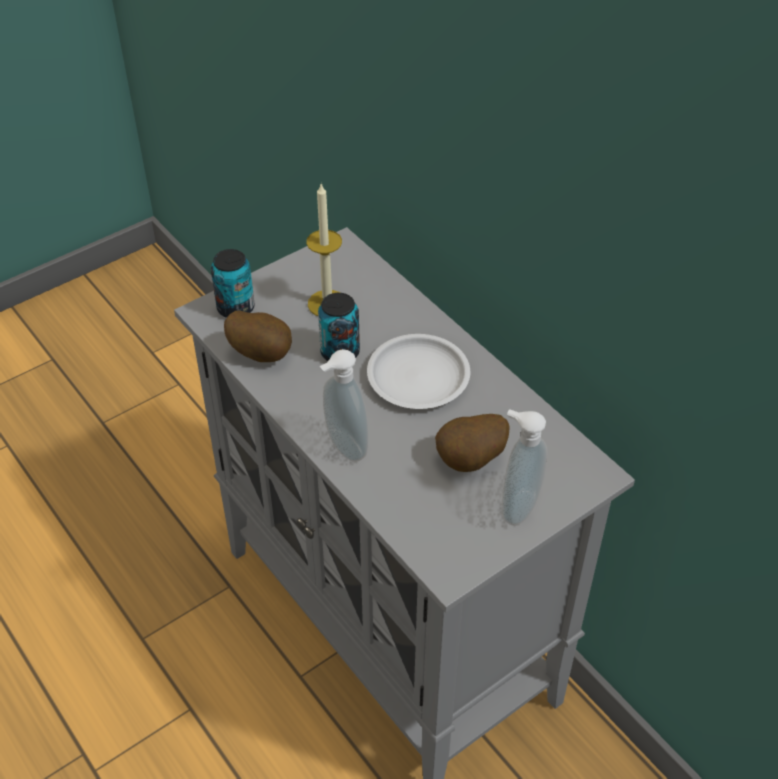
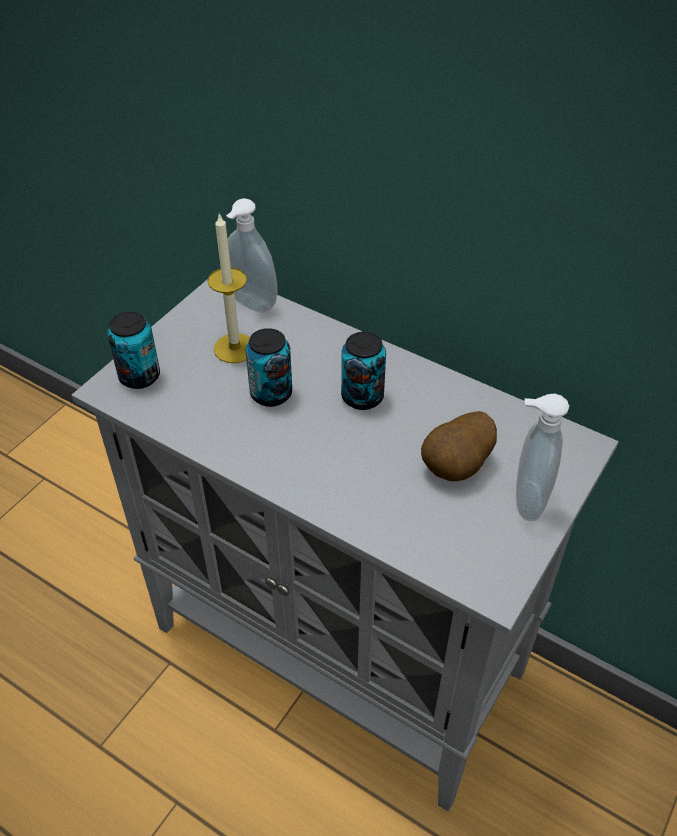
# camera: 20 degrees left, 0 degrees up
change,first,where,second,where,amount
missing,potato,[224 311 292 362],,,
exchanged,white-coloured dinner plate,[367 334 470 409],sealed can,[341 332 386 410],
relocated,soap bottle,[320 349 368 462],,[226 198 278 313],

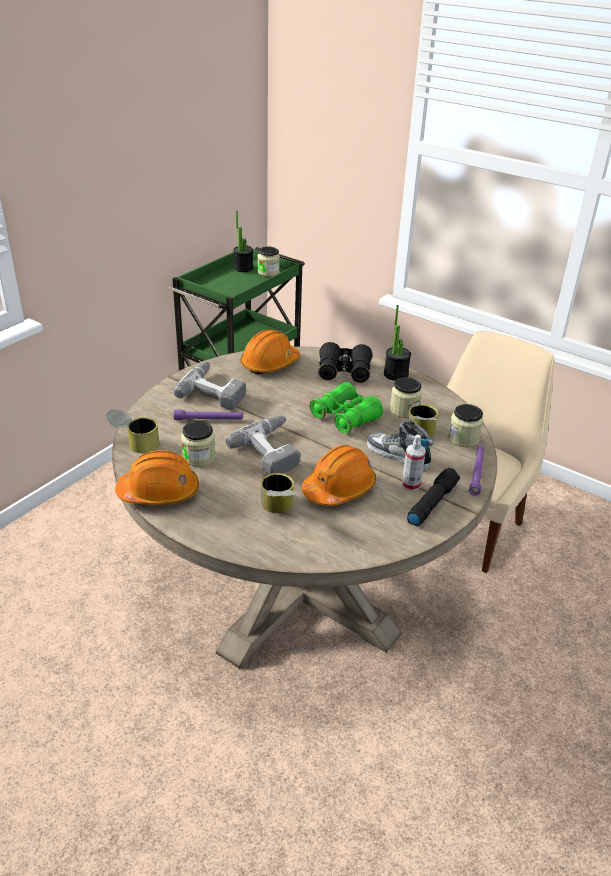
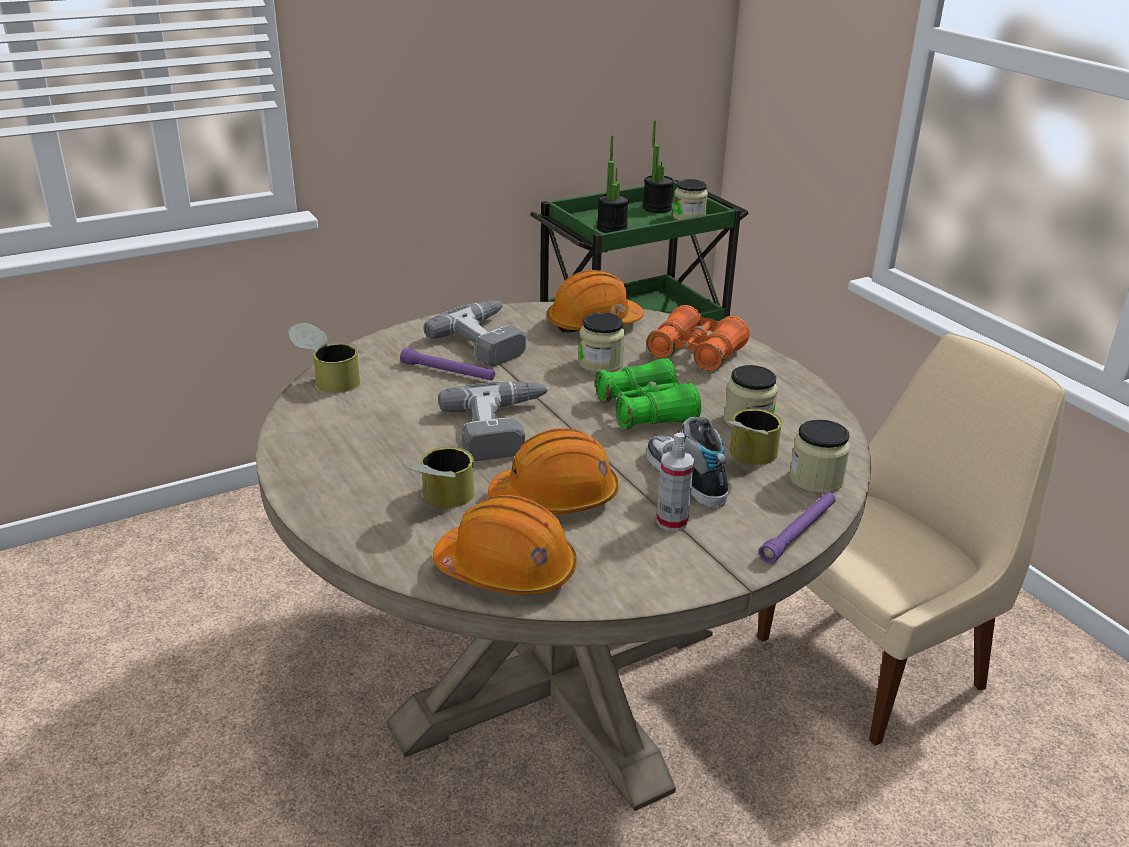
# camera: 25 degrees right, 5 degrees down
change,first,where,second,where,amount
relocated,plant in a pot,[384 305 411 381],,[597 135 629 233],
colour,black binoculars,[318 342 373 383],orange binoculars,[646 305 750 371],
relocated,jar,[181 421 216 467],,[579 312 625 373],
relocated,orange hard hat,[115 450 199 505],,[433 495 577 595],
missing,black flashlight,[407 468 460 526],,,

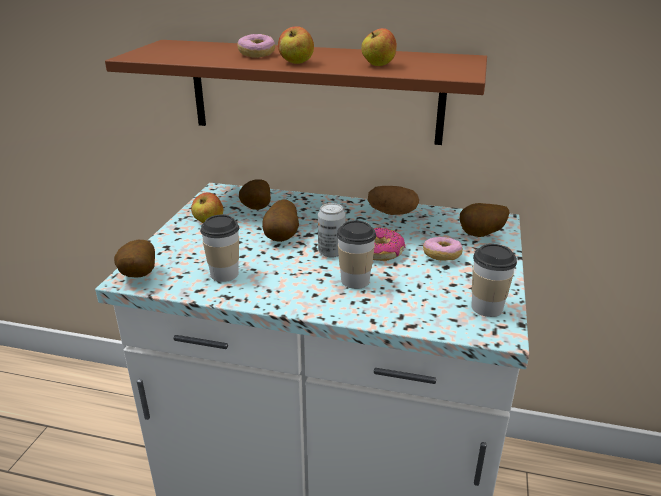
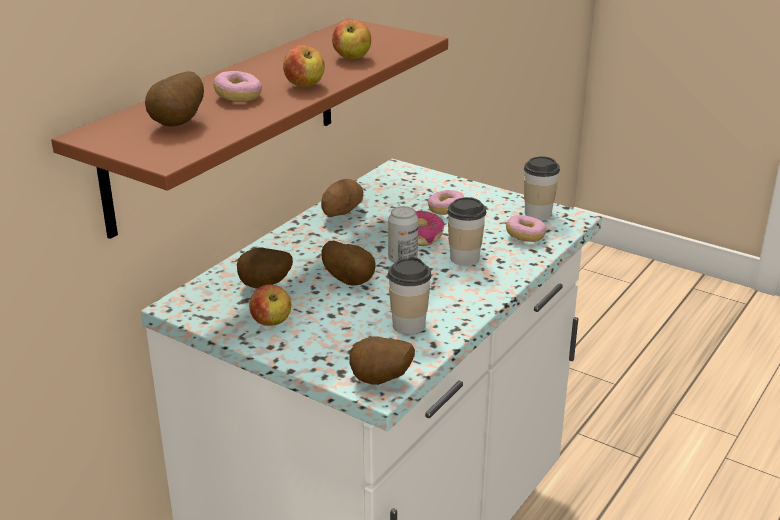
# camera: 70 degrees left, 0 degrees up
change,first,where,second,where,amount
relocated,potato,[460 203 510 237],,[145 71 204 126],
appeared,,,ring doughnut,[506 215 546 242],

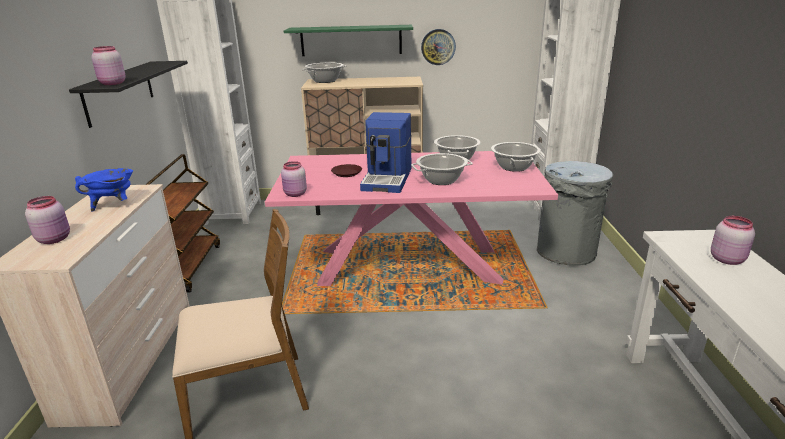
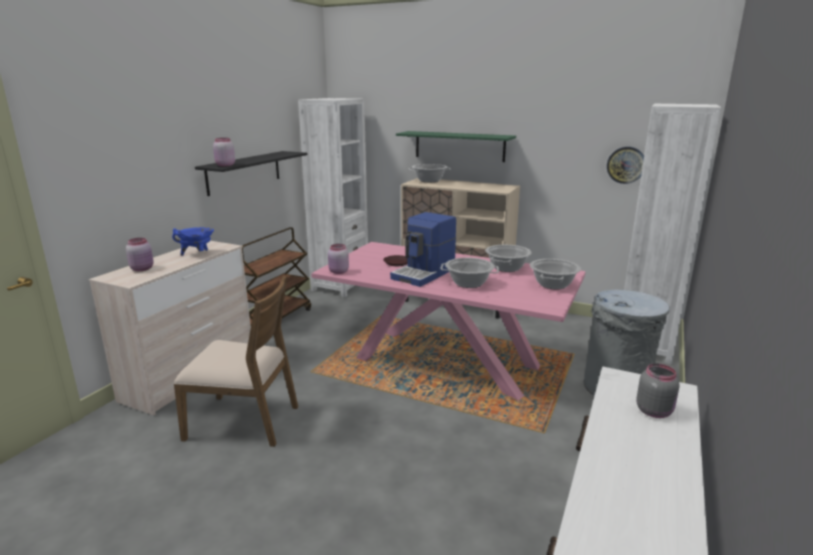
# camera: 25 degrees right, 5 degrees down
change,first,where,second,where,amount
relocated,clock on the wall,[421 29 456 65],,[607 147 644 184],
colour,pink jar,[711 216 755 265],gray jar,[636 363 679 418],

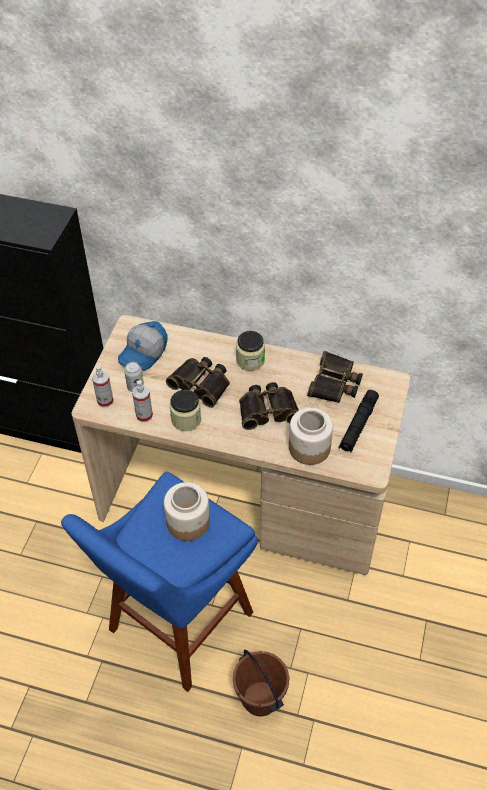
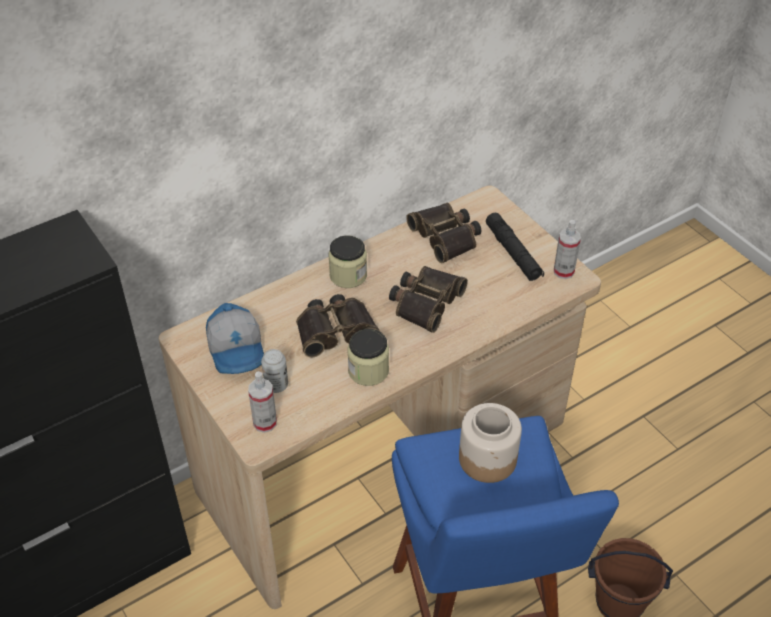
# camera: 50 degrees left, 5 degrees down
change,first,where,second,where,amount
relocated,spray bottle,[132 380 153 422],,[554 220 581 279],
missing,jar,[289 408 333 465],,,

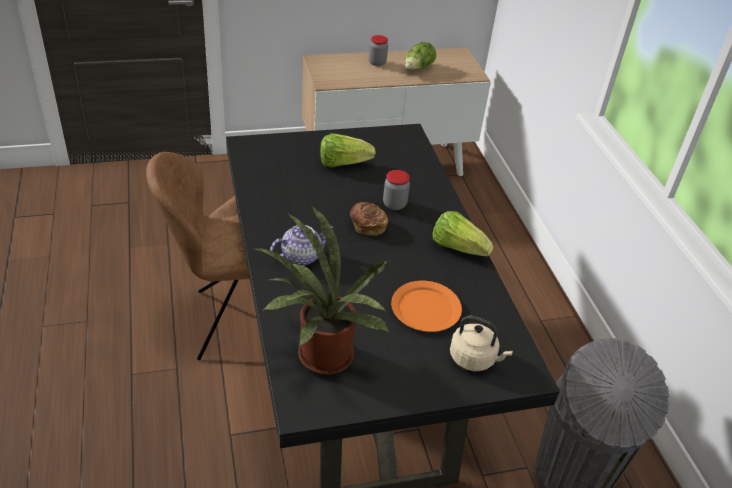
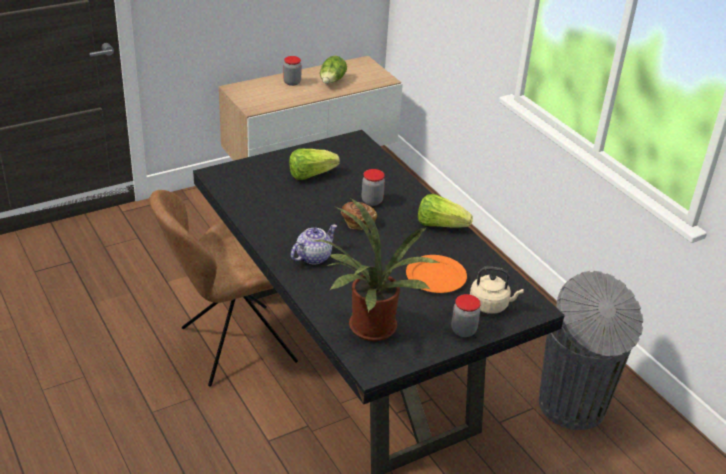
# camera: 15 degrees left, 5 degrees down
change,first,where,second,where,amount
appeared,,,jar,[451 294 481 337],

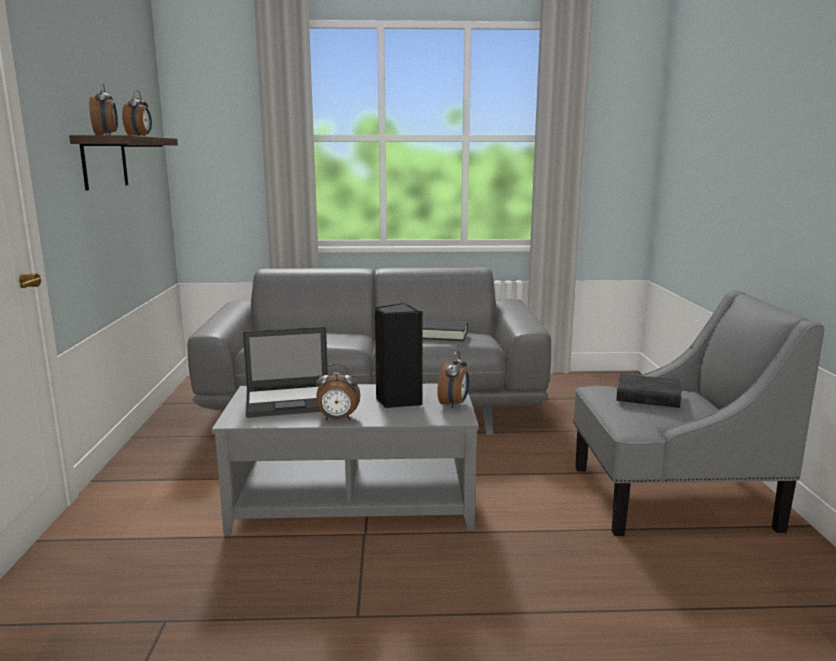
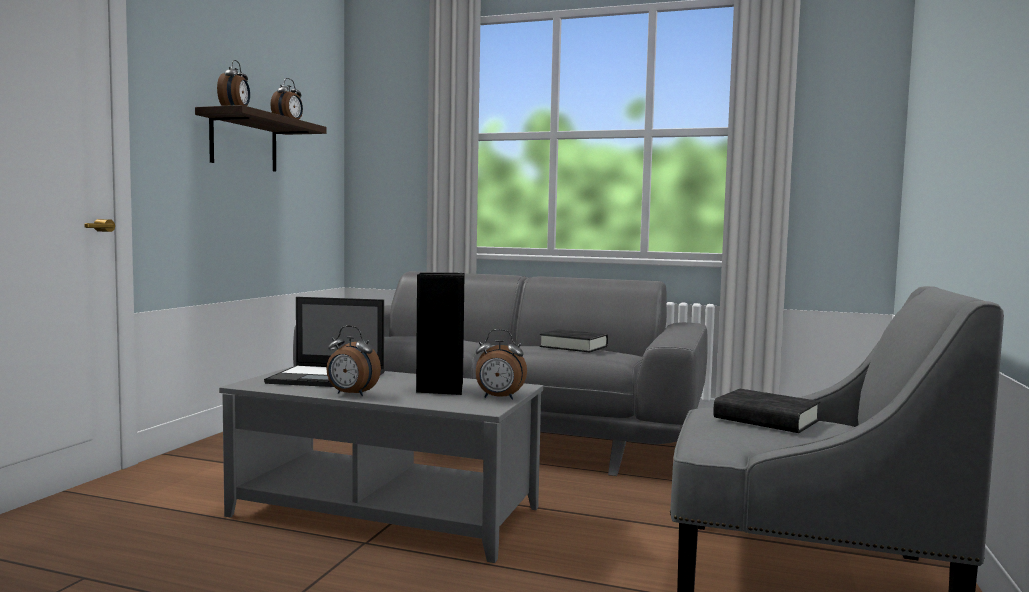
# camera: 20 degrees right, 10 degrees down
change,first,where,second,where,amount
spun,table clock,[437 351 469 409],,[476 329 527 399],60 degrees clockwise

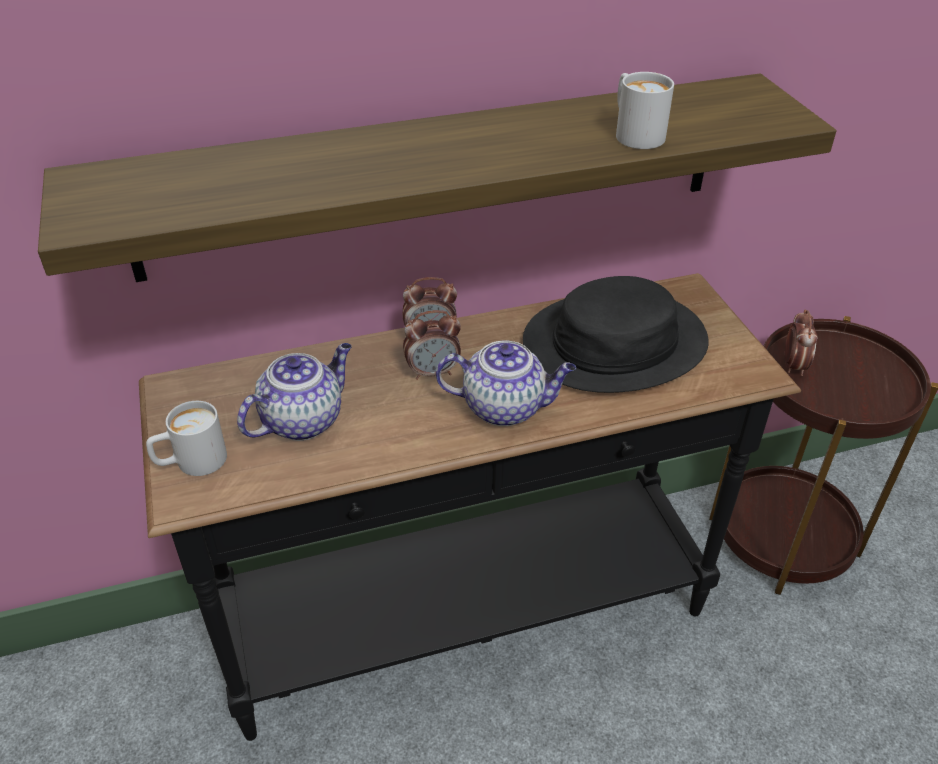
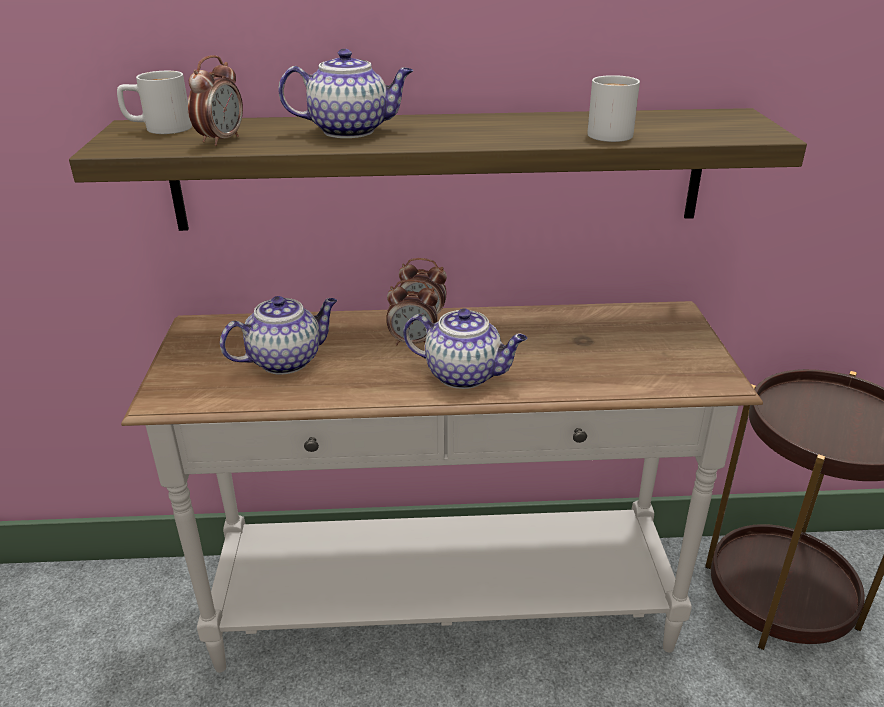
# camera: 15 degrees right, 10 degrees down
change,first,where,second,where,amount
colour,black narrow table,[139 273 801 741],white-coloured narrow table,[121 301 763 673],
missing,black clothing hat,[523 276 709 393],,,
relocated,table clock,[785 310 818 376],,[188 55 243 146],
relocated,white-coloured tea mug,[146 401 227 476],,[117 71 192 134],
appeared,,,pot for tea,[279 49 413 138],

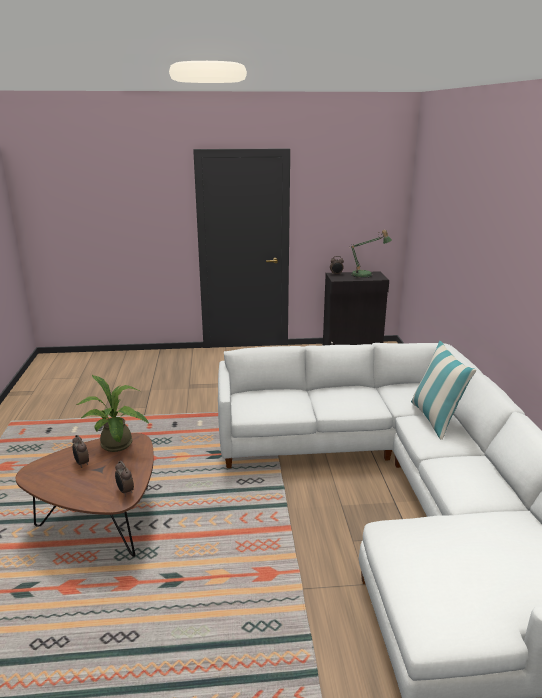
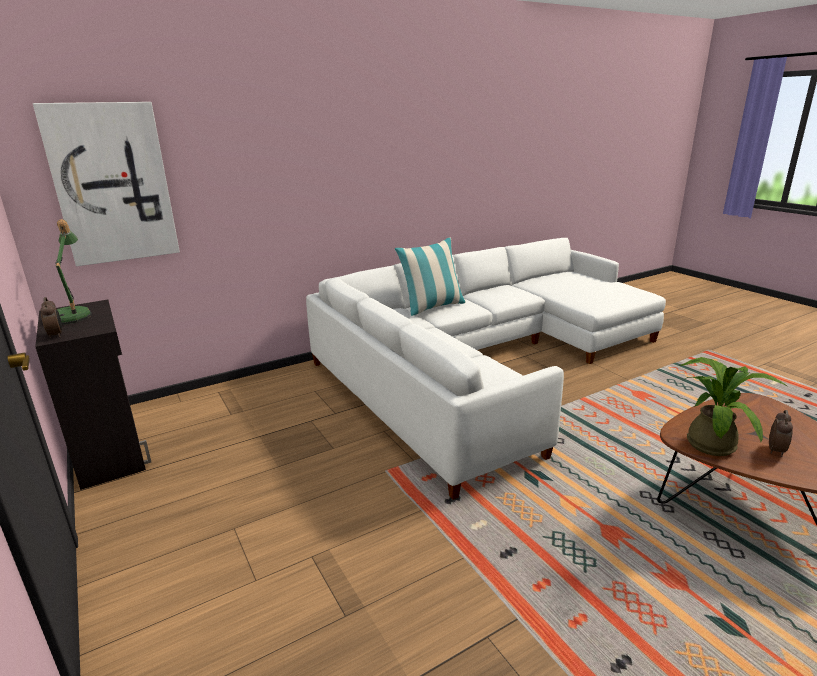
# camera: 115 degrees left, 0 degrees up
change,first,where,second,where,amount
missing,table clock,[115 461 134 497],,,
appeared,,,wall art,[33 102 180 266],

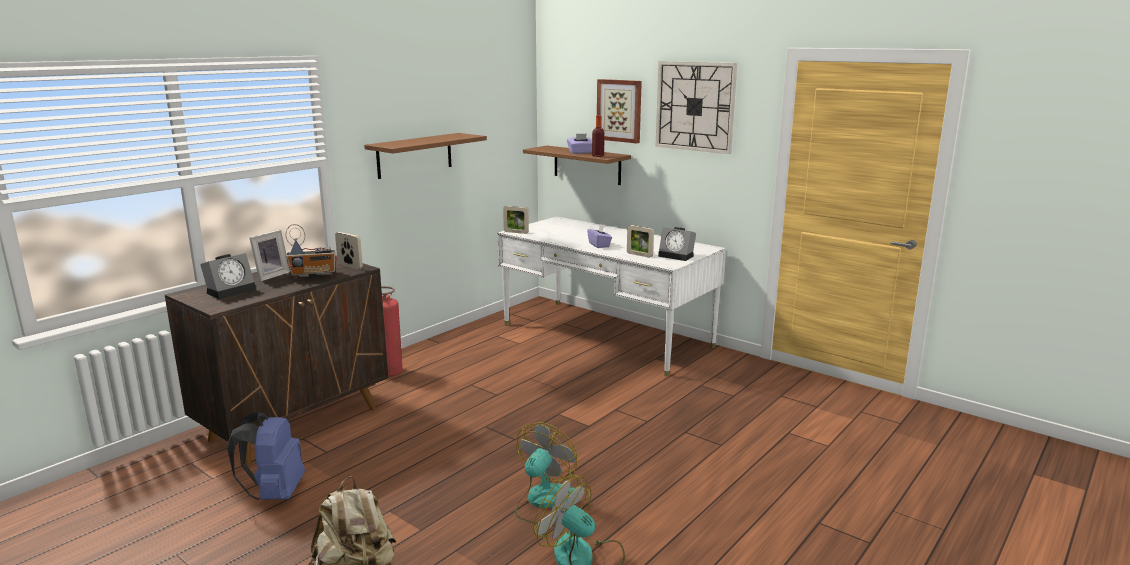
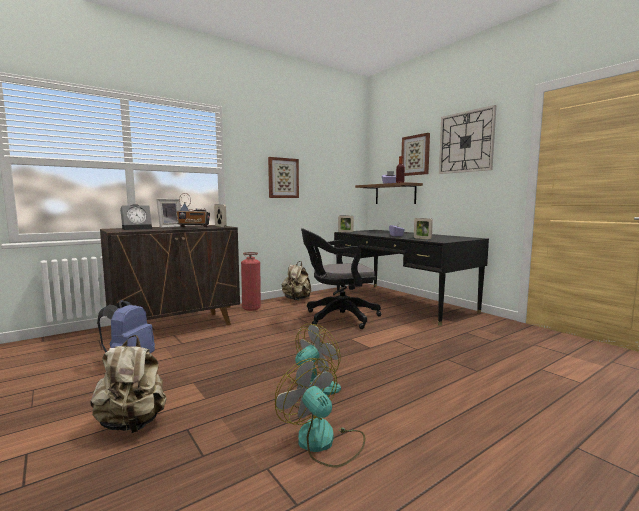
# camera: 15 degrees right, 10 degrees down
change,first,where,second,where,amount
exchanged,brown bracket shelf,[364 133 487 179],wall art,[268 157 299 198],
colour,white-coloured desk unit,[497 216 726 377],black desk unit,[334 230 489 326],
missing,table clock,[658 227 696 261],,,
appeared,,,black computer chair,[301 228 382 329],
appeared,,,beige knapsack,[282 261 311 300],

